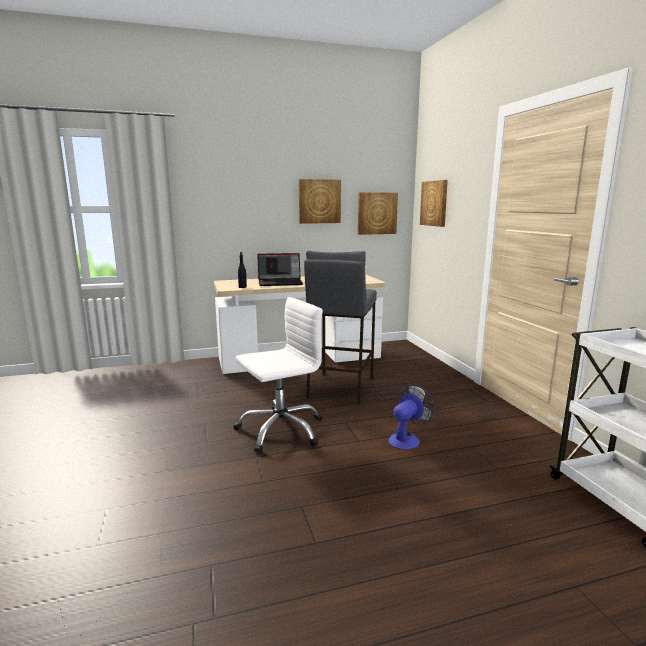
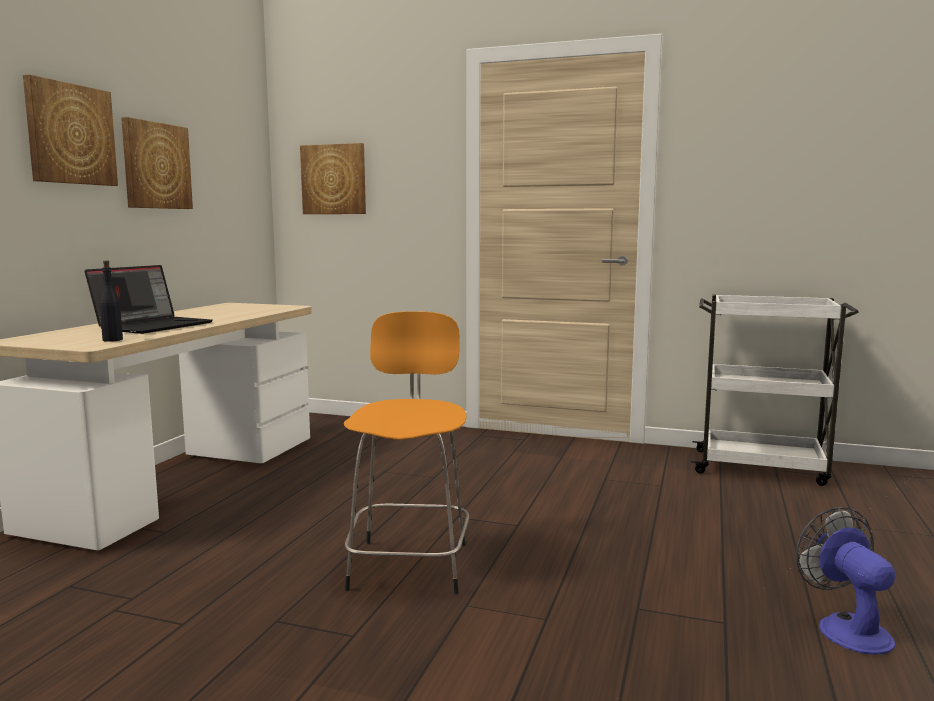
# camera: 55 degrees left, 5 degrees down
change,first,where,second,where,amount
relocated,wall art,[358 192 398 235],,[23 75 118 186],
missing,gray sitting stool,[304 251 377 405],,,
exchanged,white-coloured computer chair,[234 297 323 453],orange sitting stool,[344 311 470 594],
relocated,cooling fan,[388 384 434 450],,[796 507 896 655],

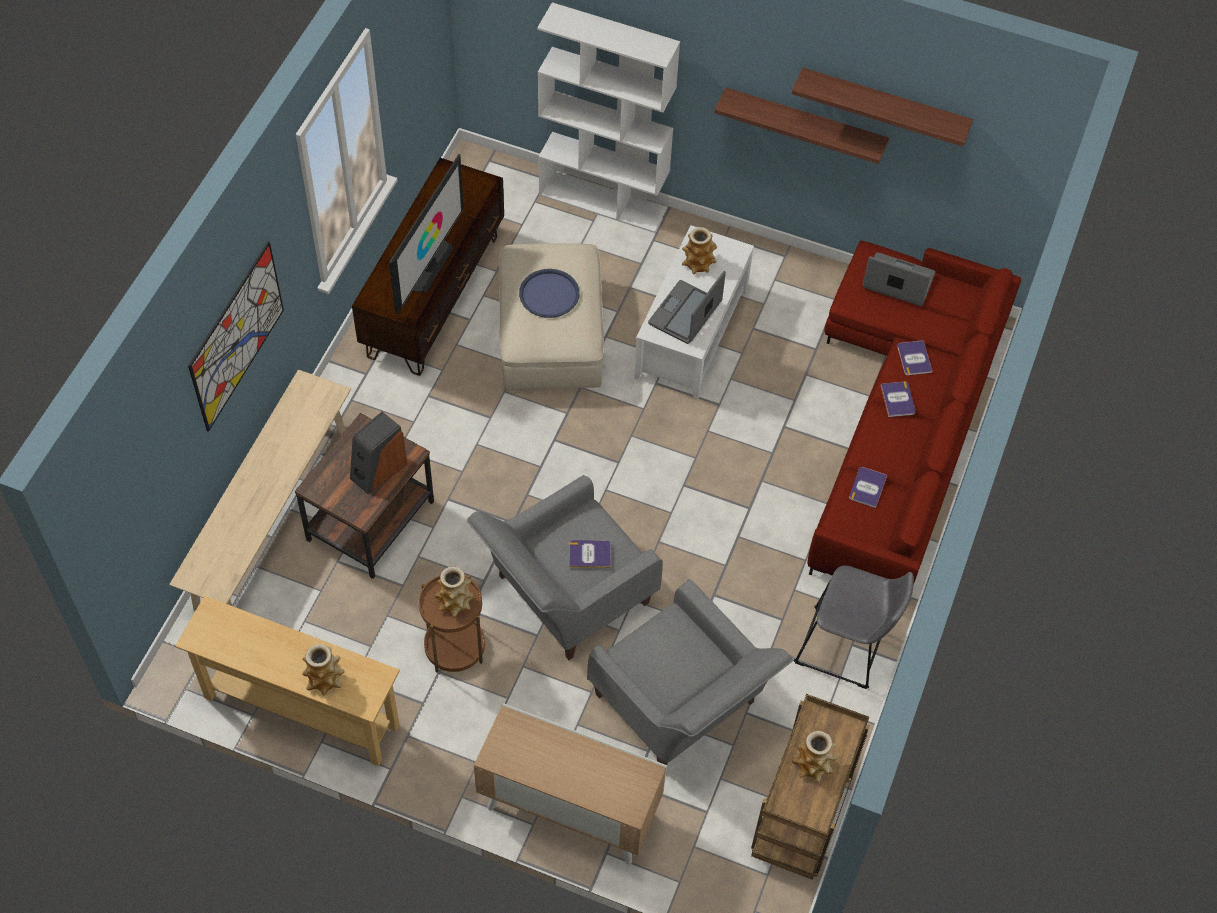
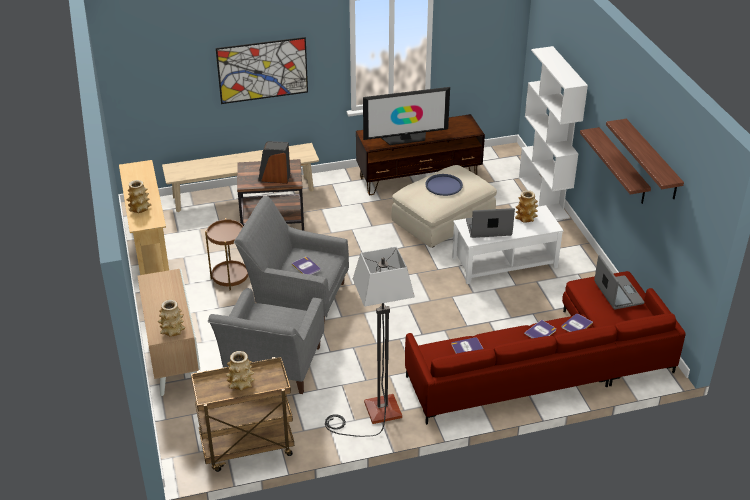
# camera: 55 degrees right, 20 degrees down
change,first,where,second,where,amount
exchanged,gray sitting stool,[794 566 914 689],standard lamp,[325 247 415 437],
relocated,vase,[435 567 475 617],,[158 299 185 337],

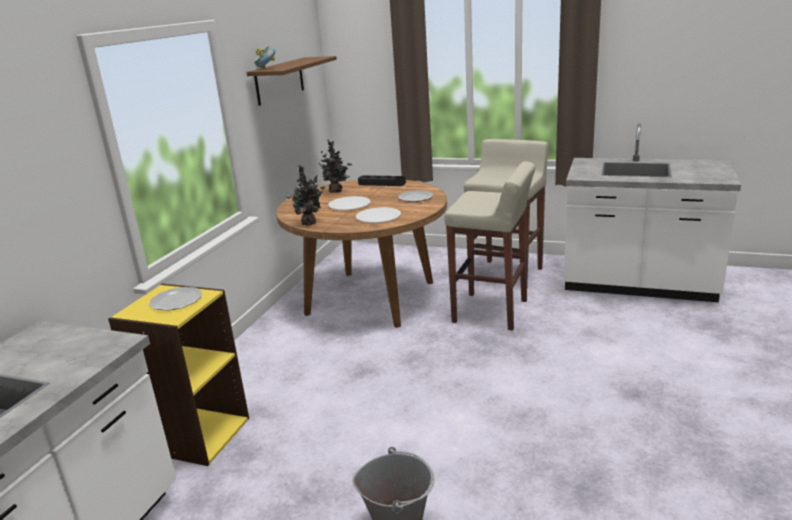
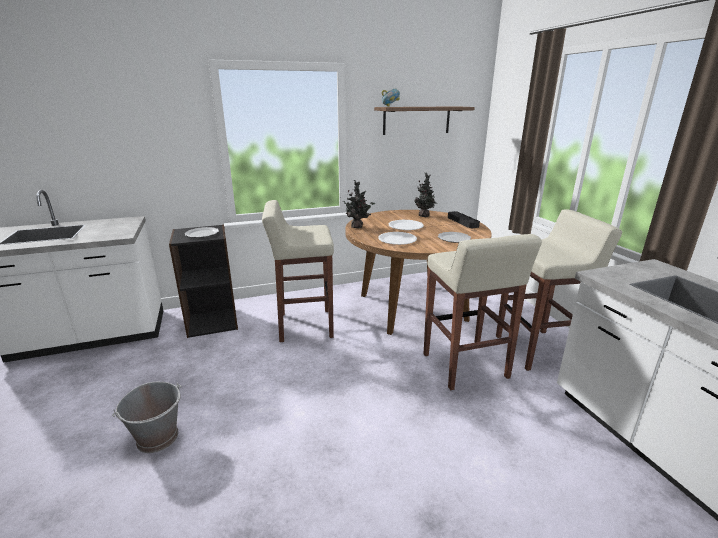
# camera: 50 degrees right, 0 degrees up
change,first,where,second,where,amount
colour,yellow-coloured shelving unit,[108 284 249 466],black shelving unit,[169 225 238 338],
appeared,,,beige sitting stool,[262 200 334 342],

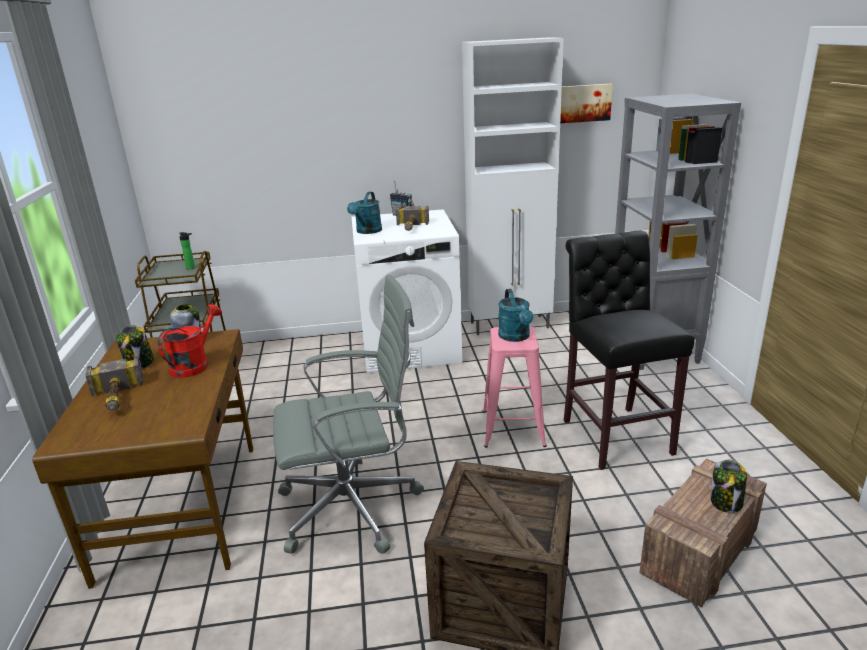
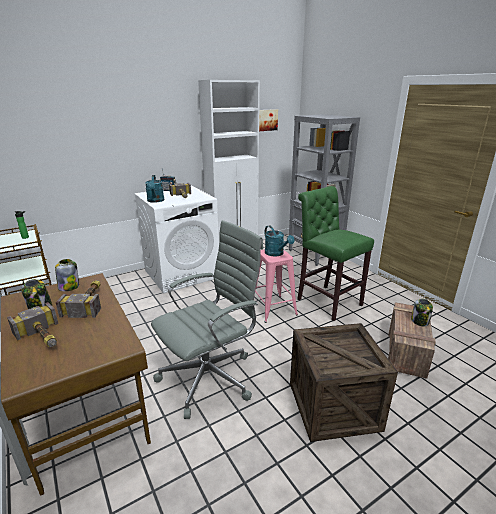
# camera: 25 degrees left, 0 degrees up
change,first,where,second,where,amount
colour,black sitting stool,[564 231 695 470],green-coloured sitting stool,[297 186 374 321],
exchanged,red-coloured watering can,[158 304 222 378],hand hammer,[56 280 101 318],

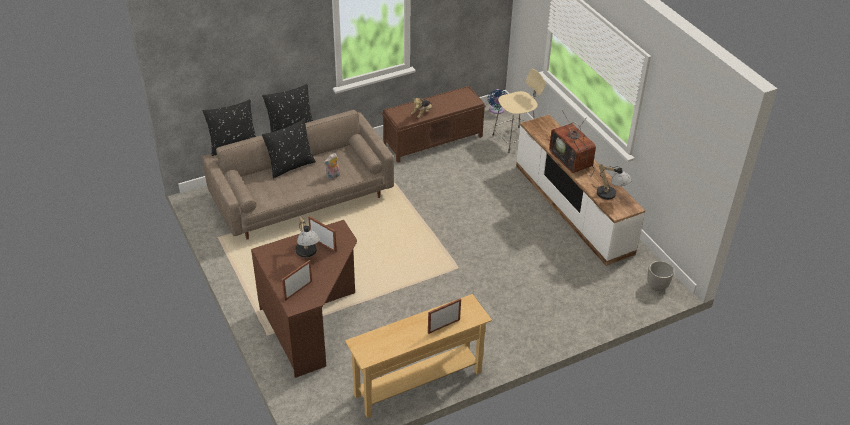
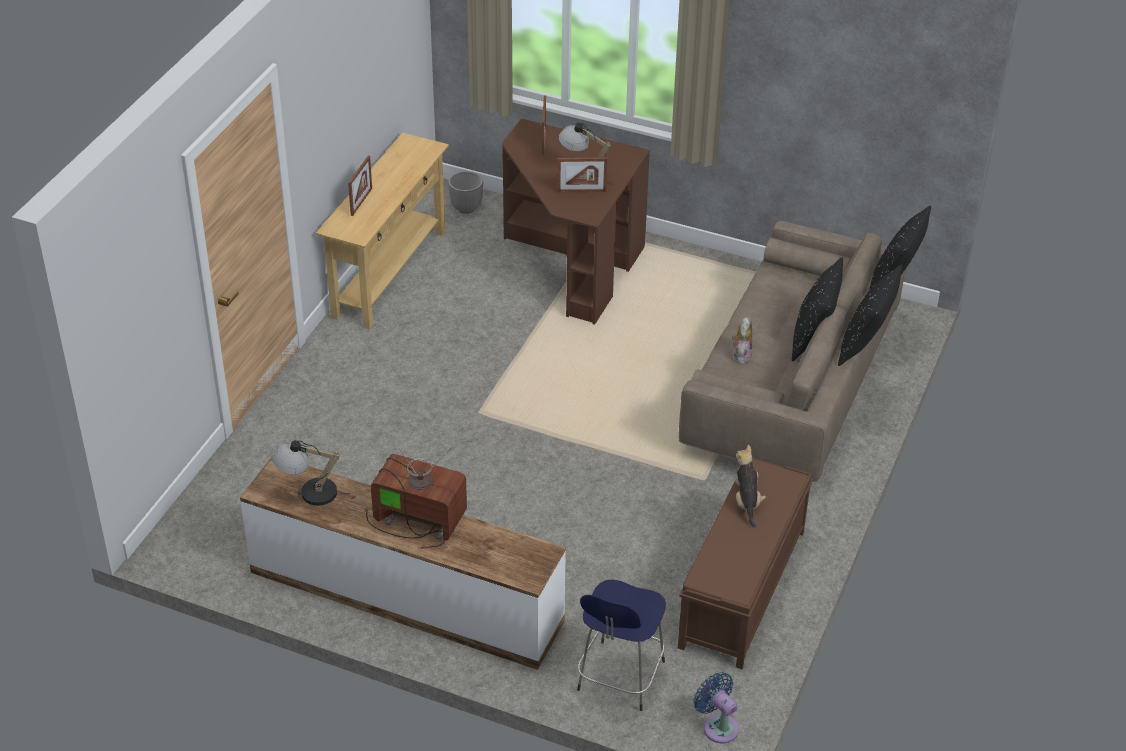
# camera: 140 degrees right, 0 degrees up
change,first,where,second,where,amount
colour,beige sitting stool,[492 69 545 153],blue-coloured sitting stool,[577 580 666 711],
relocated,planter,[647 261 674 291],,[448 171 483 214],

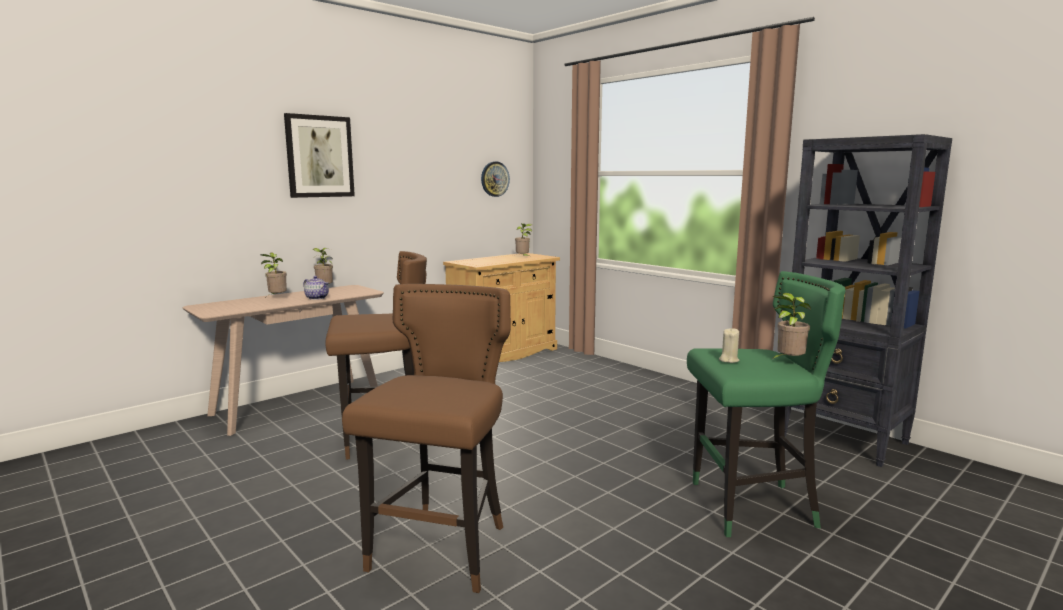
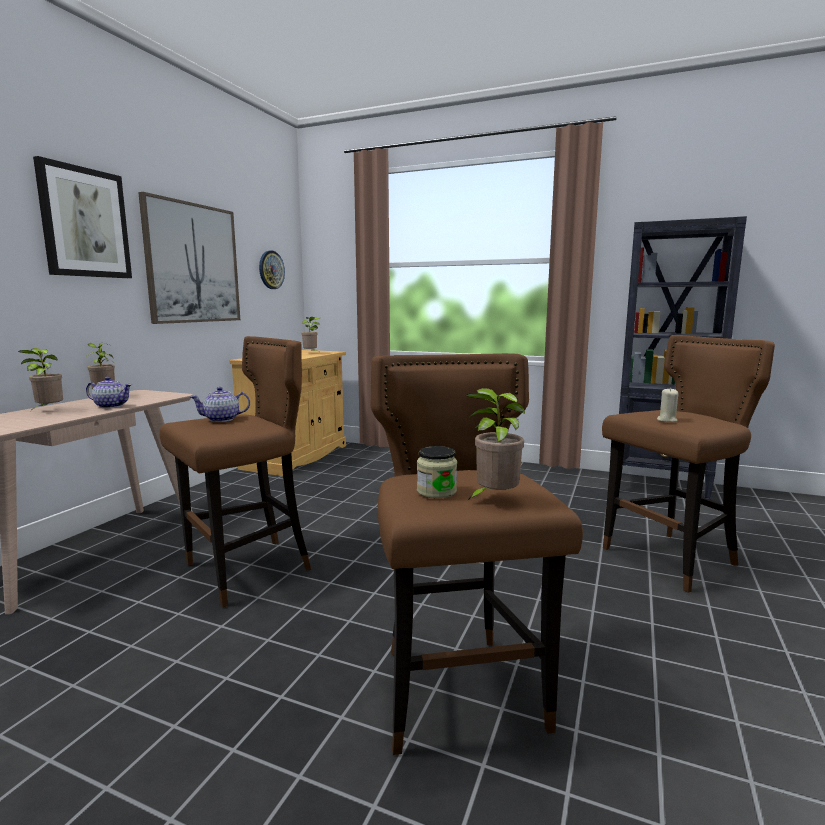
# camera: 25 degrees left, 0 degrees up
change,first,where,second,where,amount
colour,green-coloured sitting stool,[687 271 846 537],brown sitting stool,[602 335 775 593],
relocated,plant in a pot,[771 293 811 360],,[465 388 525 500],
appeared,,,wall art,[138 192 240 324],
appeared,,,pot for tea,[190 387 250 422],
appeared,,,jar,[417 446 457 498],

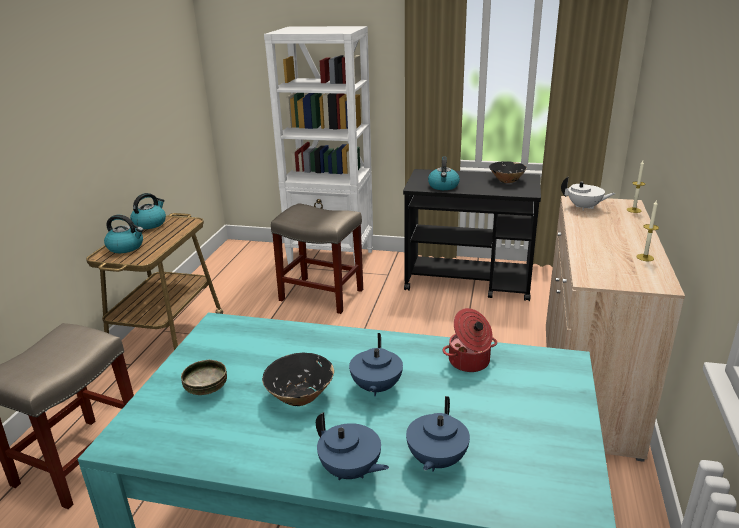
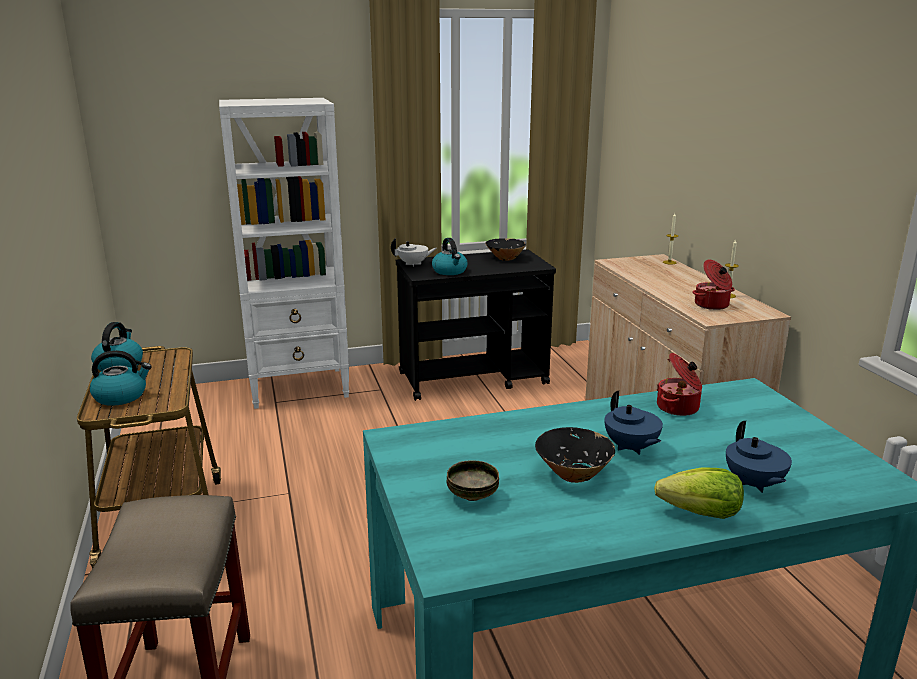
# camera: 30 degrees left, 5 degrees down
change,first,where,second,where,amount
relocated,white-coloured pot for tea,[561 176 616 211],,[391 238 437 267],
missing,beige sitting stool,[271 203 363 314],,,
exchanged,blue-coloured pot for tea,[316 412 389 480],lettuce,[654 467 744 519],
appeared,,,cooking pot,[692 259 735 310],

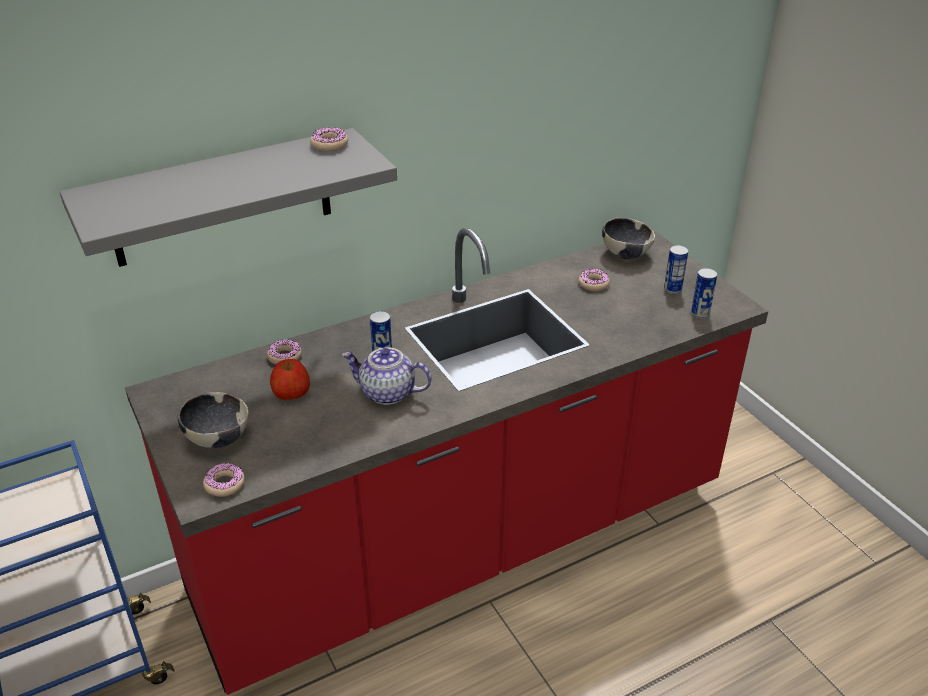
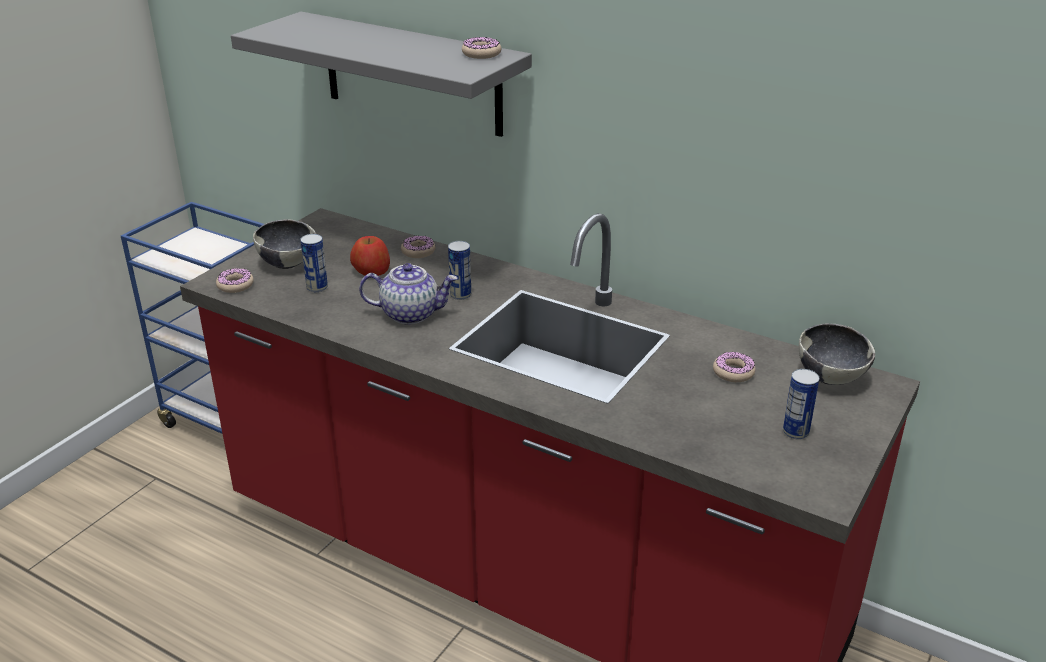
# camera: 60 degrees right, 5 degrees down
change,first,where,second,where,amount
relocated,sealed can,[691 268 717 318],,[300 234 328 292],
spun,pot for tea,[342 347 432 405],,[359 263 458 324],105 degrees clockwise

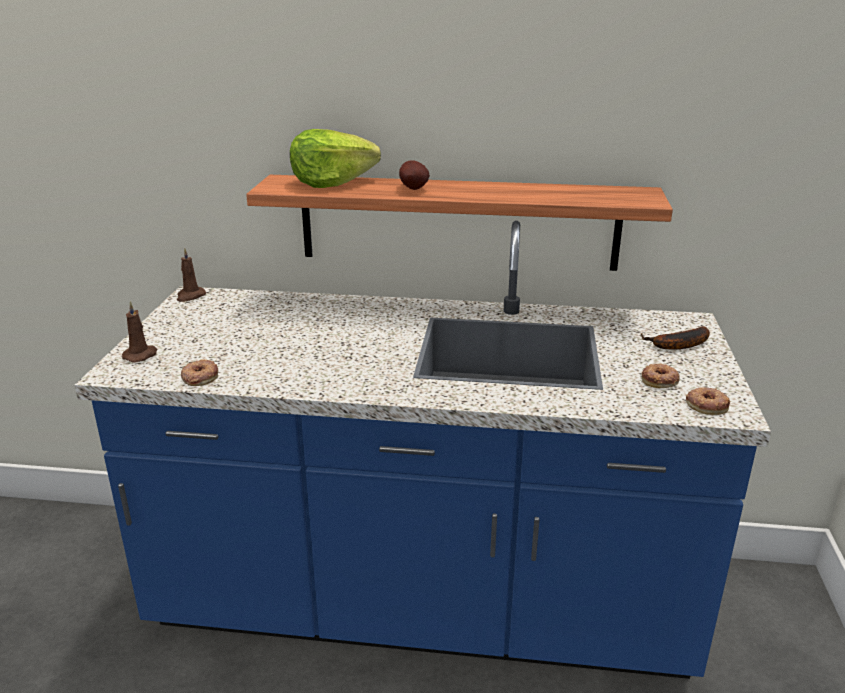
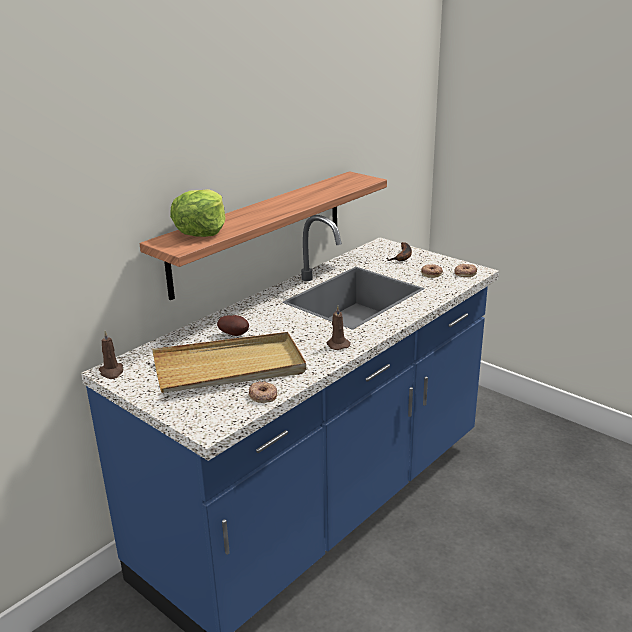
# camera: 55 degrees left, 0 degrees up
change,first,where,second,where,amount
relocated,potato,[399 160 430 190],,[217 315 249 336],
relocated,brown wax light,[122 301 157 363],,[327 306 351 350],
appeared,,,beige carrying tray,[152 332 306 393],

